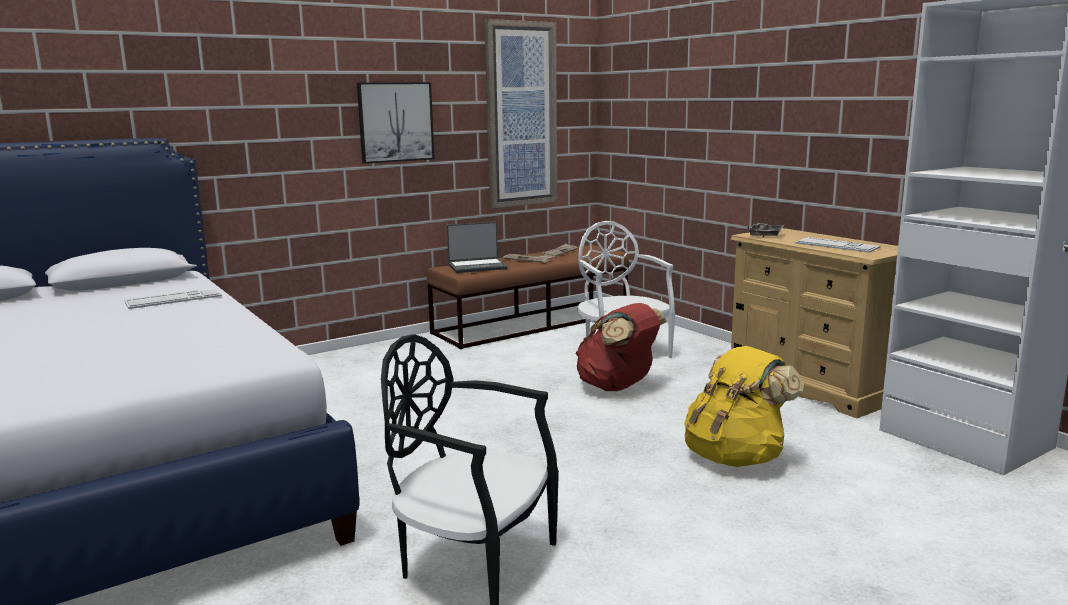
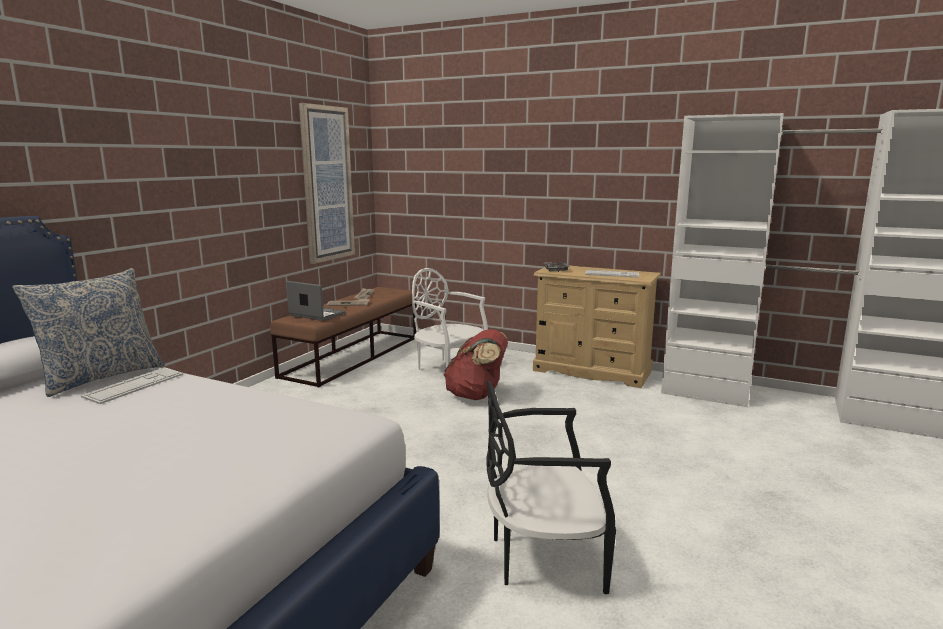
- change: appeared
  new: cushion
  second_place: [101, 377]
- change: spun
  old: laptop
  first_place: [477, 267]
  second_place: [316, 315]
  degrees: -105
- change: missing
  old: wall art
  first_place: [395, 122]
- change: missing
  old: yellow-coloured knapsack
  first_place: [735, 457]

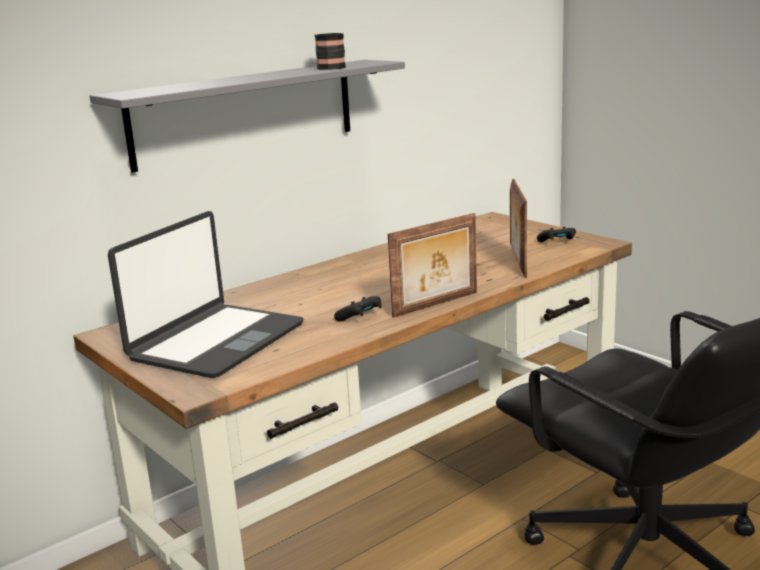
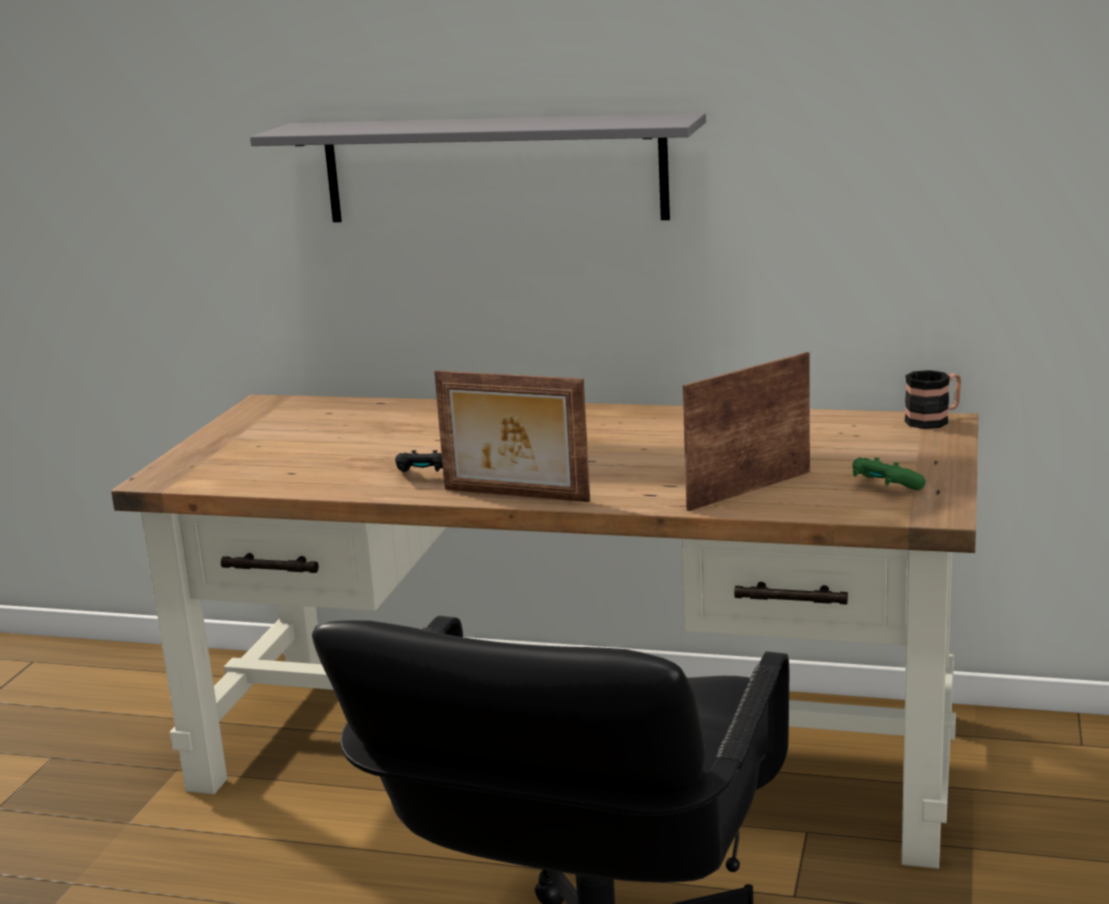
- change: colour
  old: blackish game controller
  new: green-coloured game controller
  first_place: [558, 242]
  second_place: [884, 487]
- change: relocated
  old: tea mug
  first_place: [332, 67]
  second_place: [934, 420]
- change: missing
  old: laptop
  first_place: [216, 342]

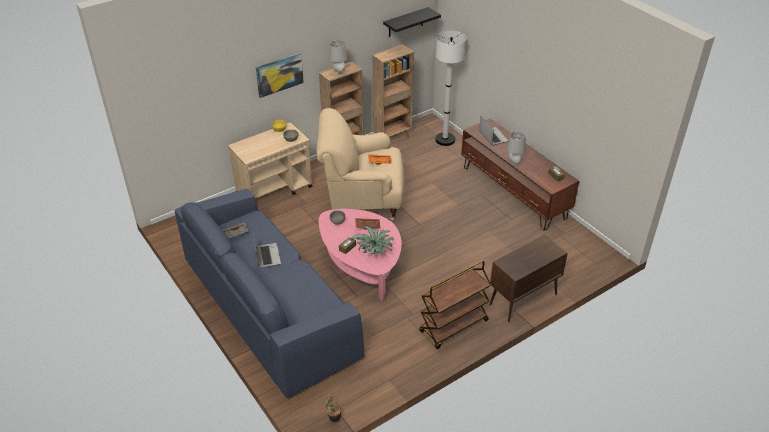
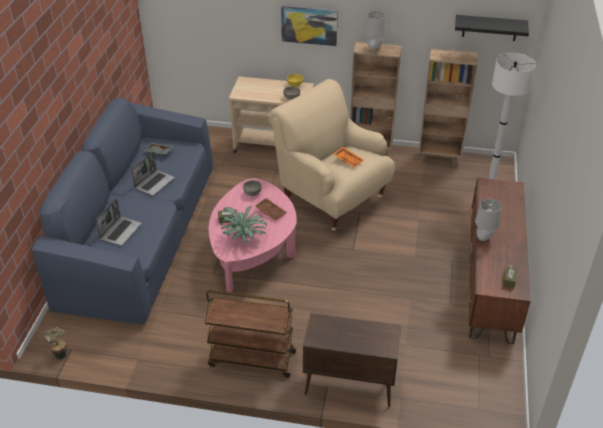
- change: relocated
  old: laptop
  first_place: [492, 137]
  second_place: [120, 231]

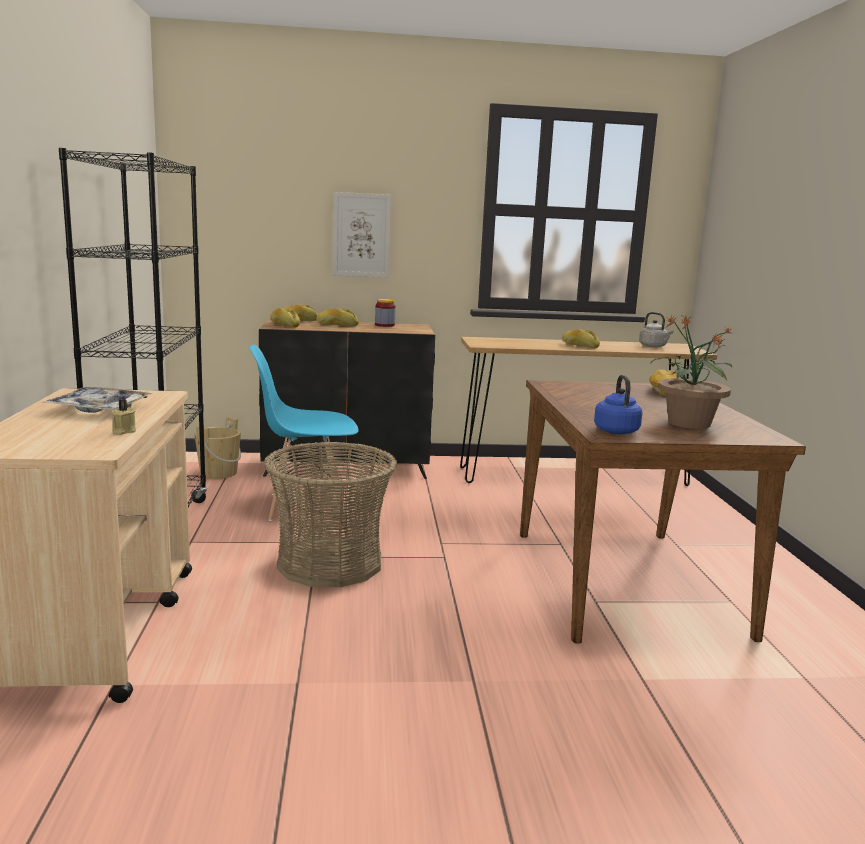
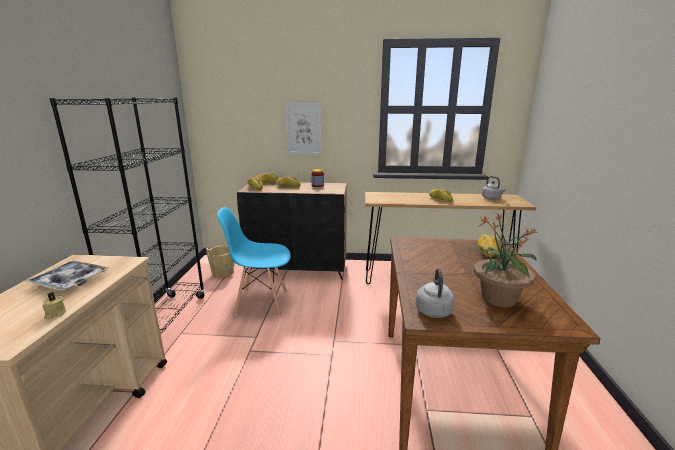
- change: colour
  old: bluish water kettle
  new: gray water kettle
  first_place: [615, 430]
  second_place: [433, 310]
- change: missing
  old: storage basket
  first_place: [329, 563]

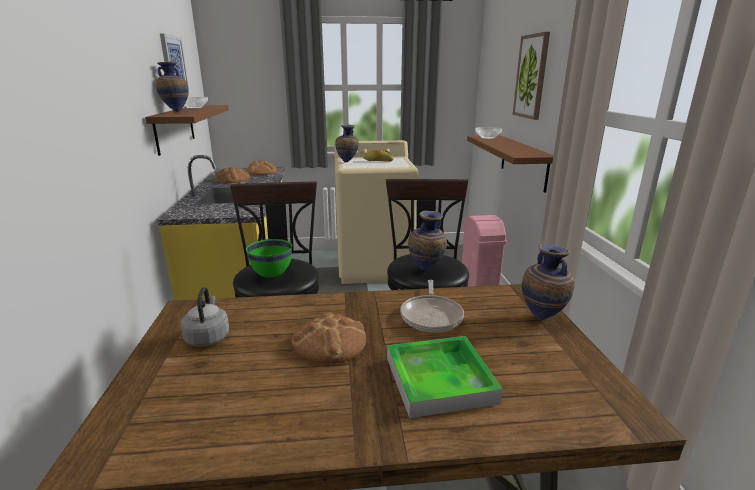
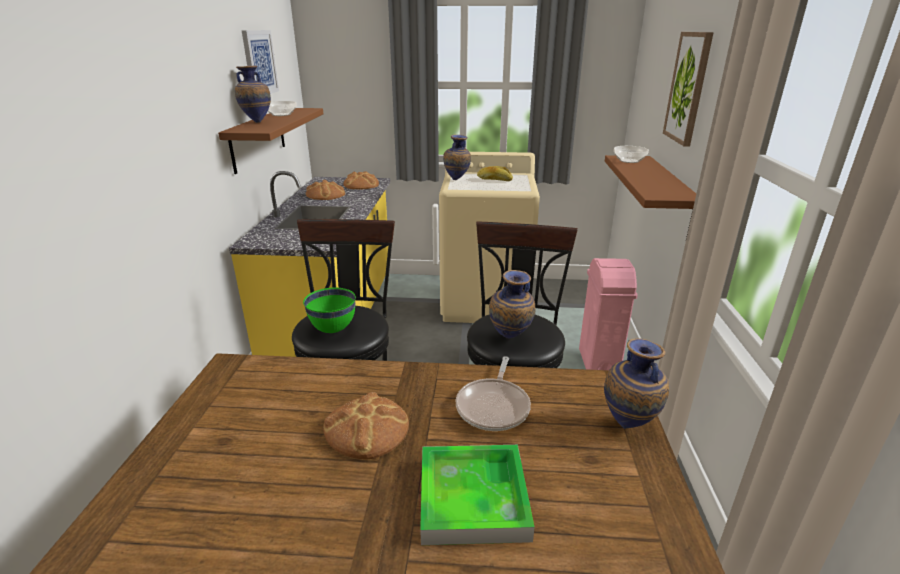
- change: missing
  old: gray water kettle
  first_place: [208, 337]

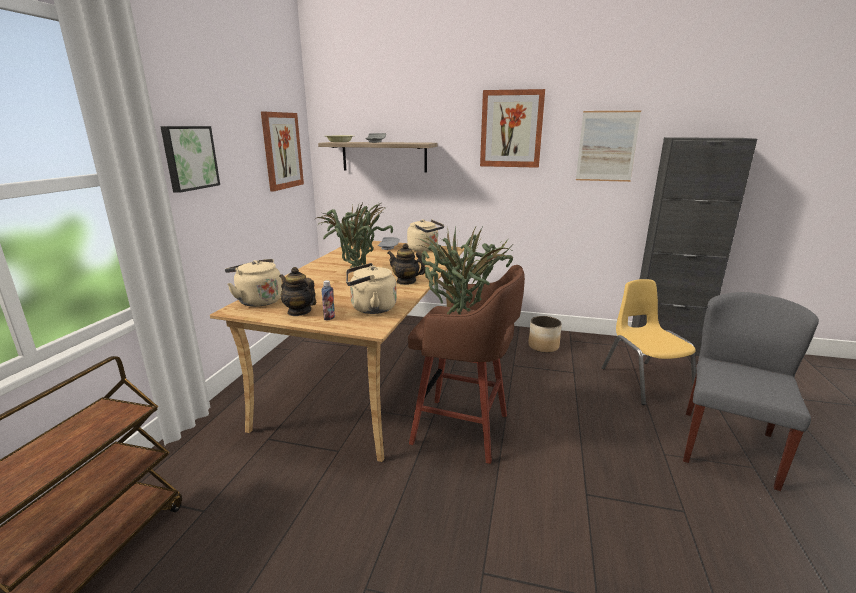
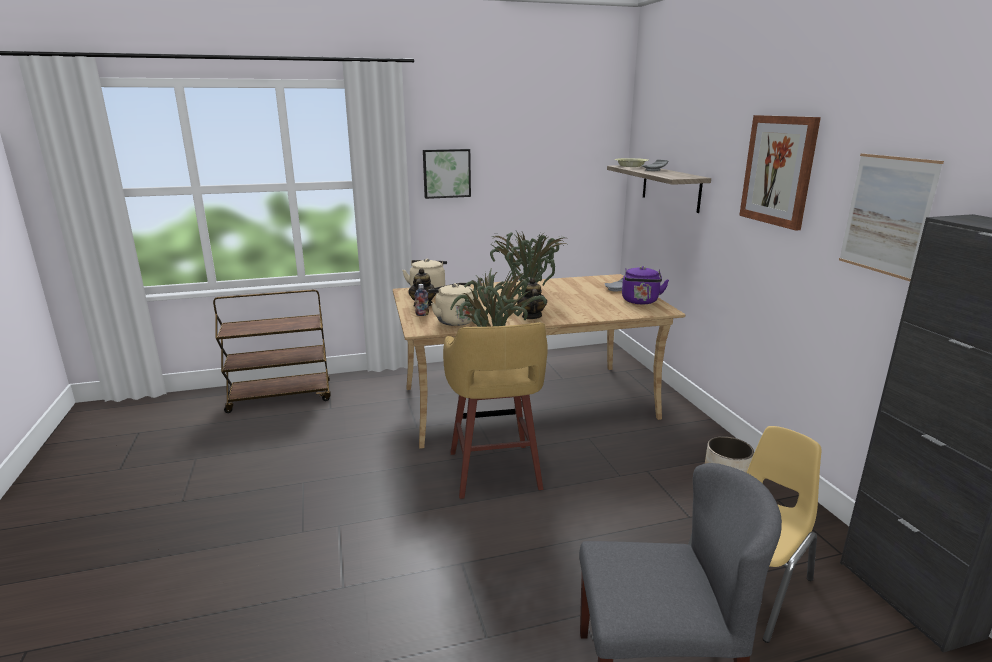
- change: colour
  old: brown-coloured sitting stool
  new: yellow-coloured sitting stool
  first_place: [464, 430]
  second_place: [494, 472]
- change: colour
  old: beige water kettle
  new: purple water kettle
  first_place: [425, 249]
  second_place: [640, 301]
- change: missing
  old: wall art
  first_place: [282, 150]

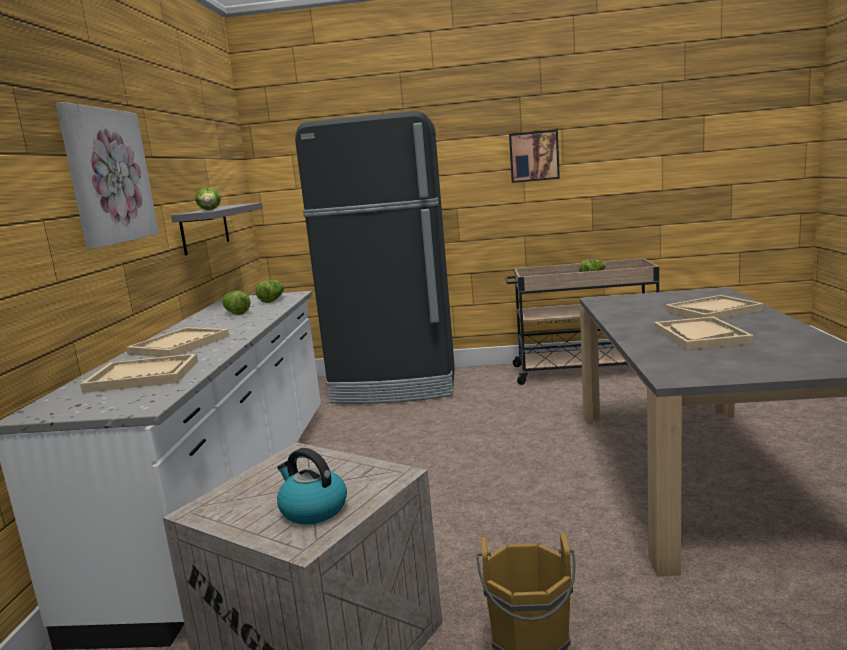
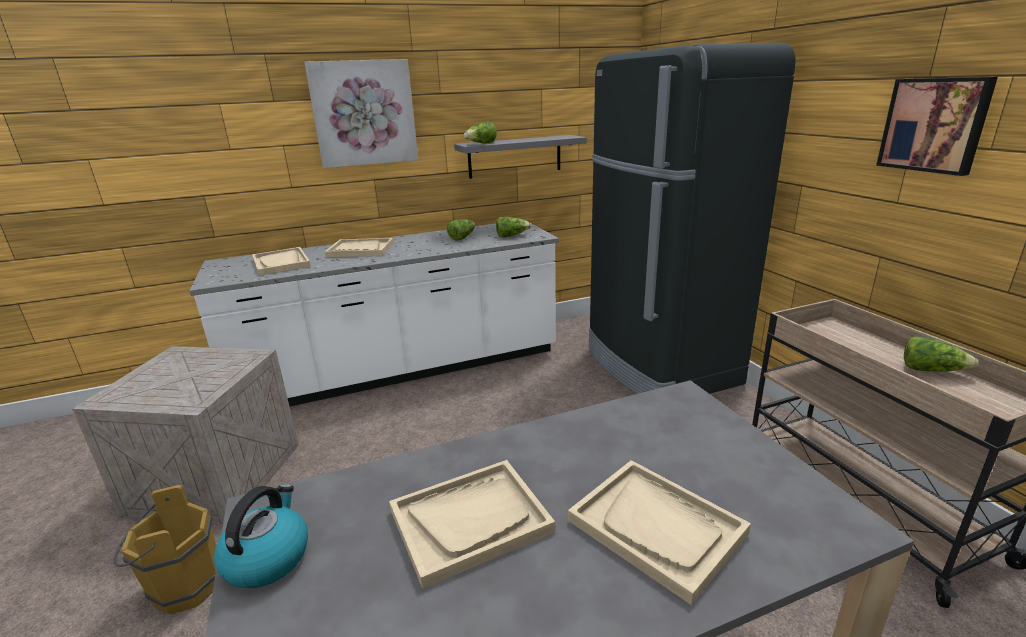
- change: relocated
  old: water kettle
  first_place: [312, 510]
  second_place: [267, 557]

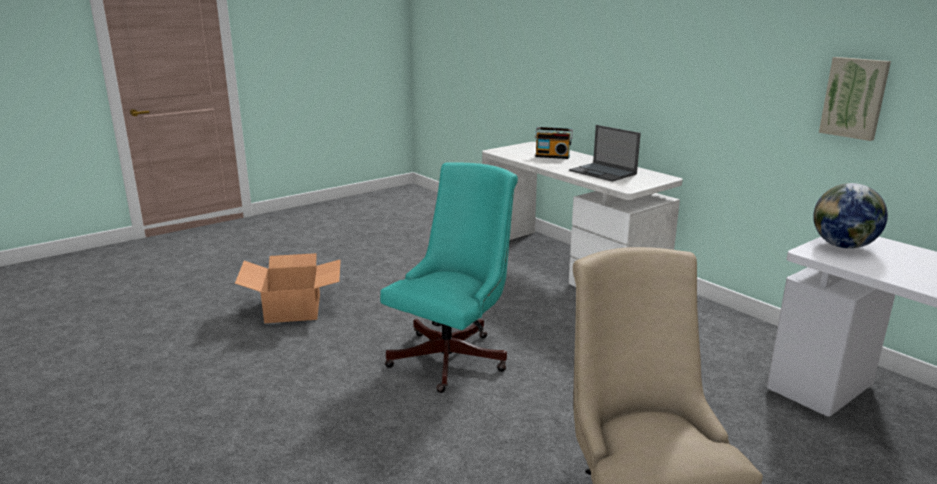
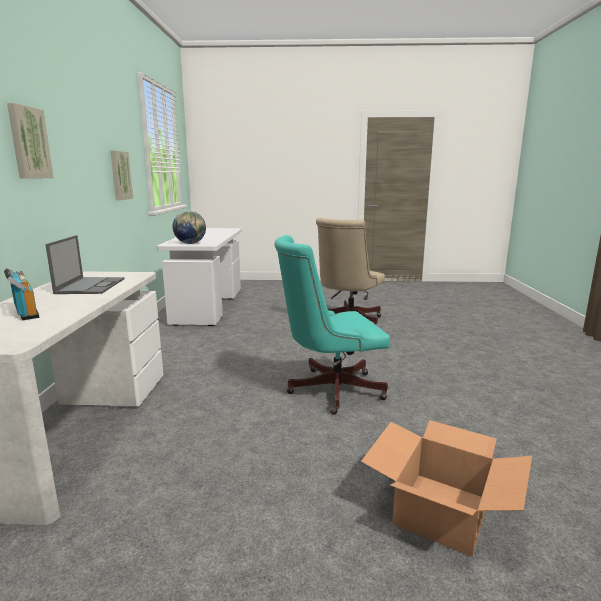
- change: appeared
  new: wall art
  second_place: [28, 143]

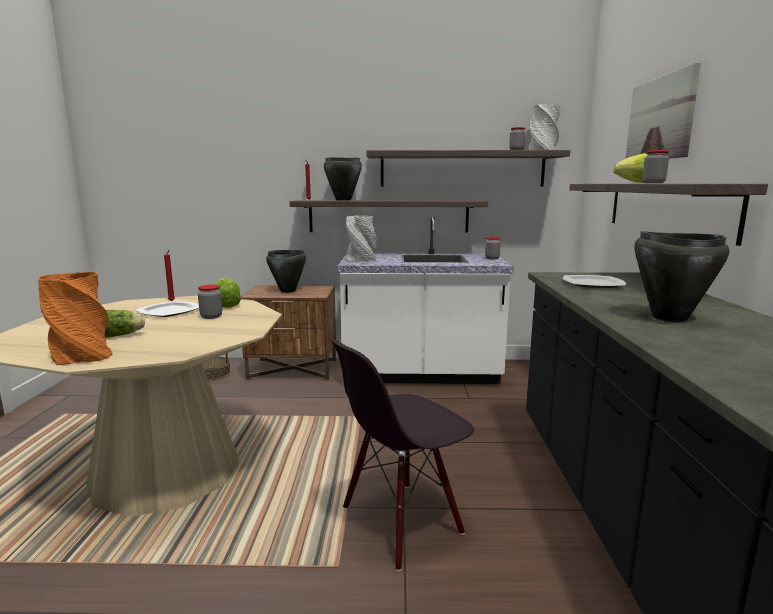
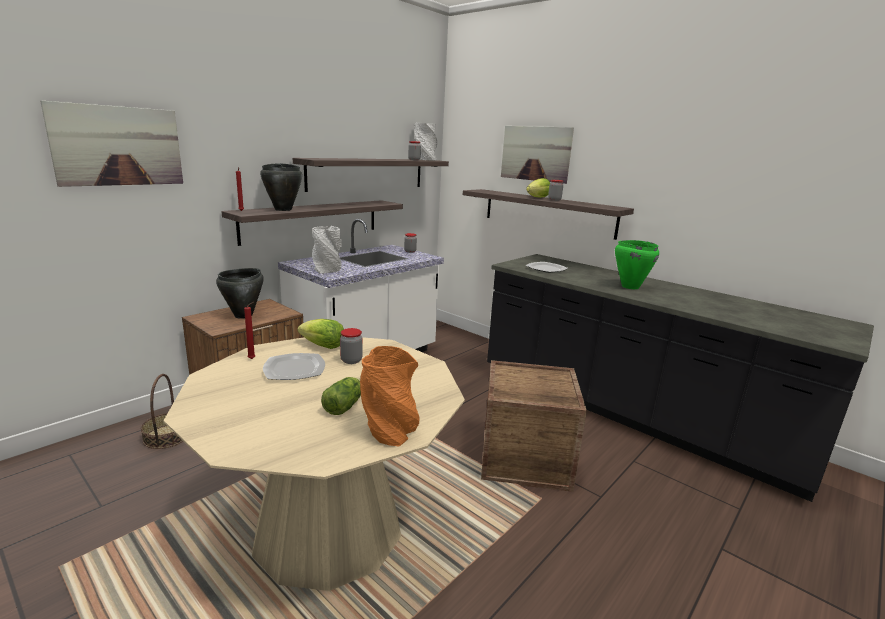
- change: appeared
  new: wall art
  second_place: [118, 146]
- change: exchanged
  old: blackish chair
  new: crate
  first_place: [401, 522]
  second_place: [525, 458]
- change: colour
  old: blackish saucepot
  new: green-coloured saucepot
  first_place: [668, 318]
  second_place: [629, 287]

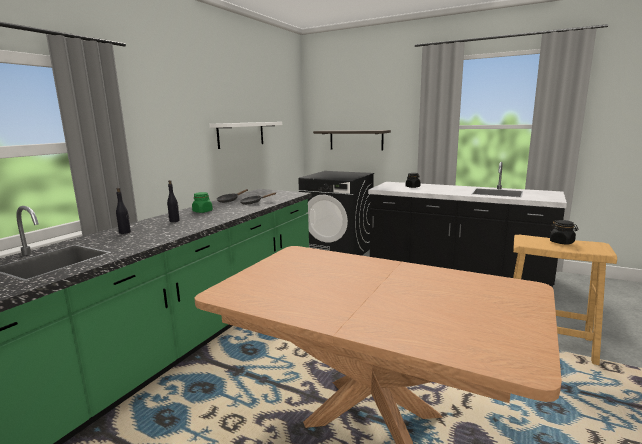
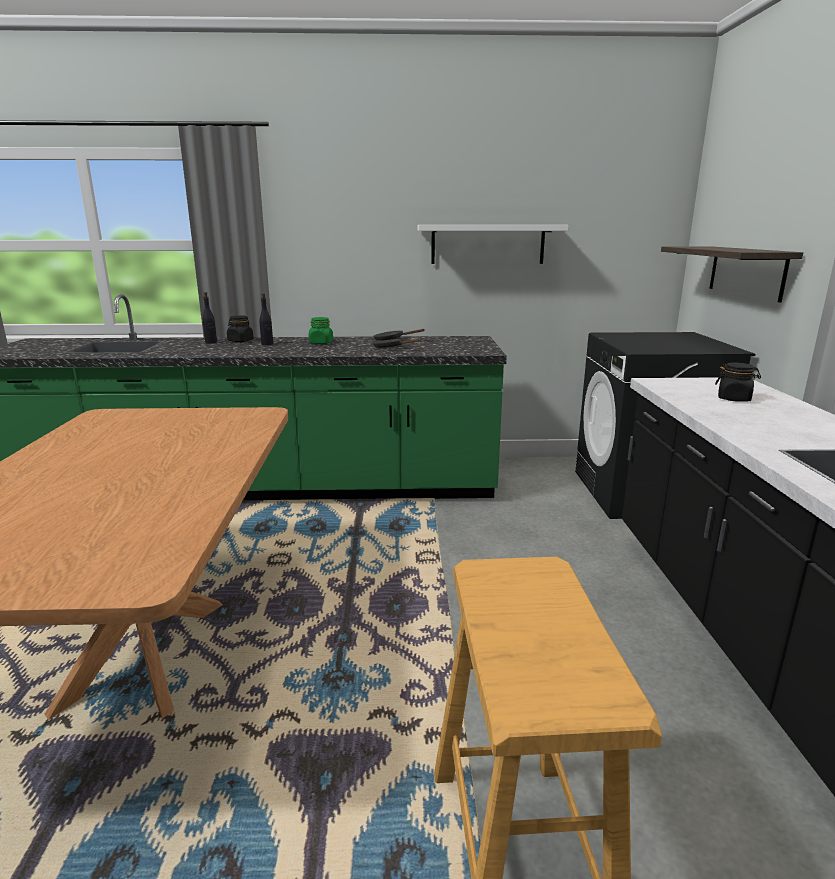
- change: relocated
  old: blackish storage jar
  first_place: [562, 242]
  second_place: [240, 341]

